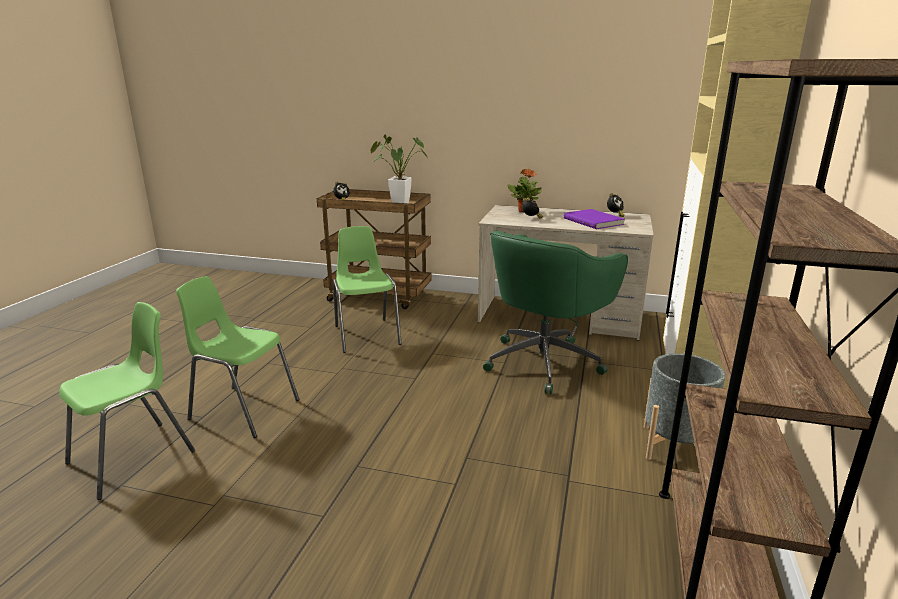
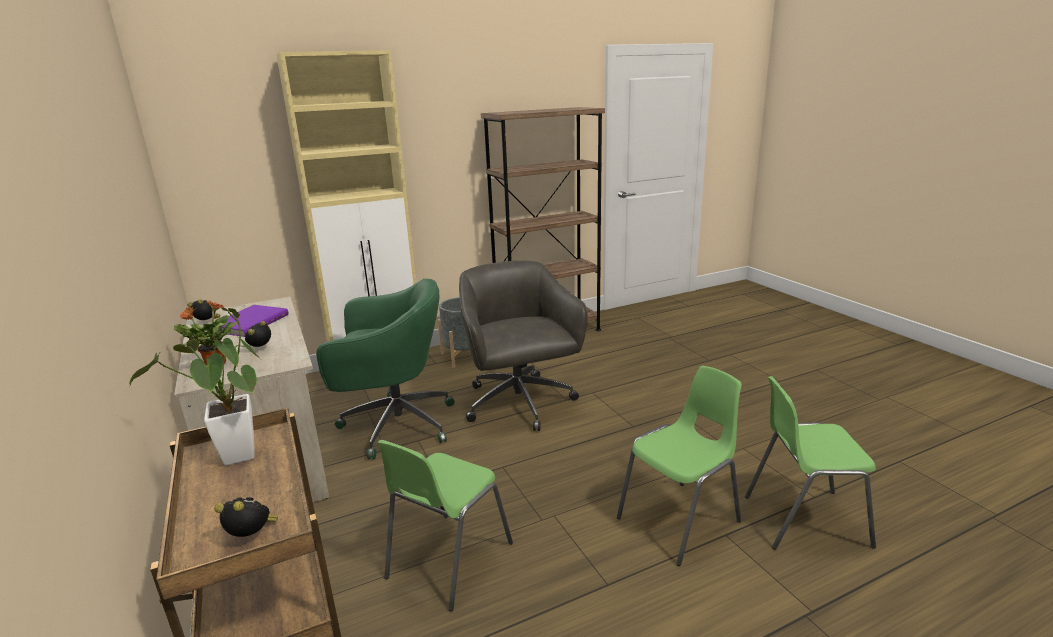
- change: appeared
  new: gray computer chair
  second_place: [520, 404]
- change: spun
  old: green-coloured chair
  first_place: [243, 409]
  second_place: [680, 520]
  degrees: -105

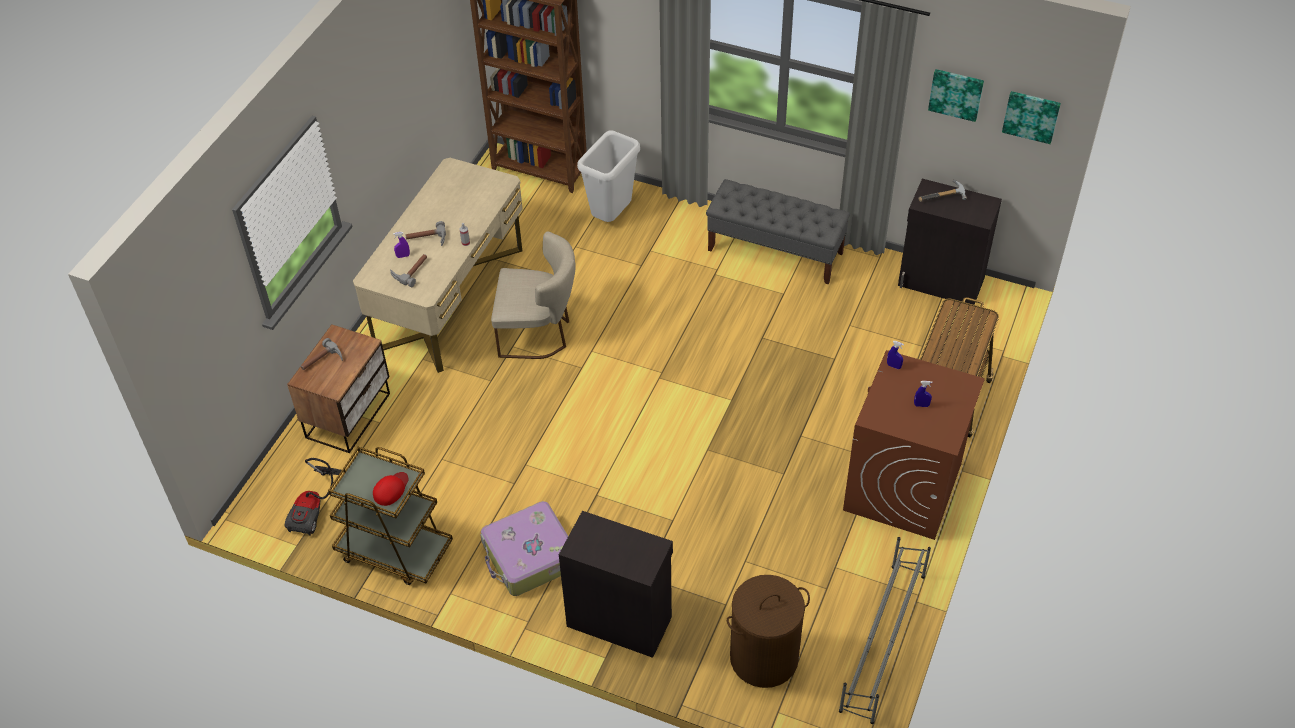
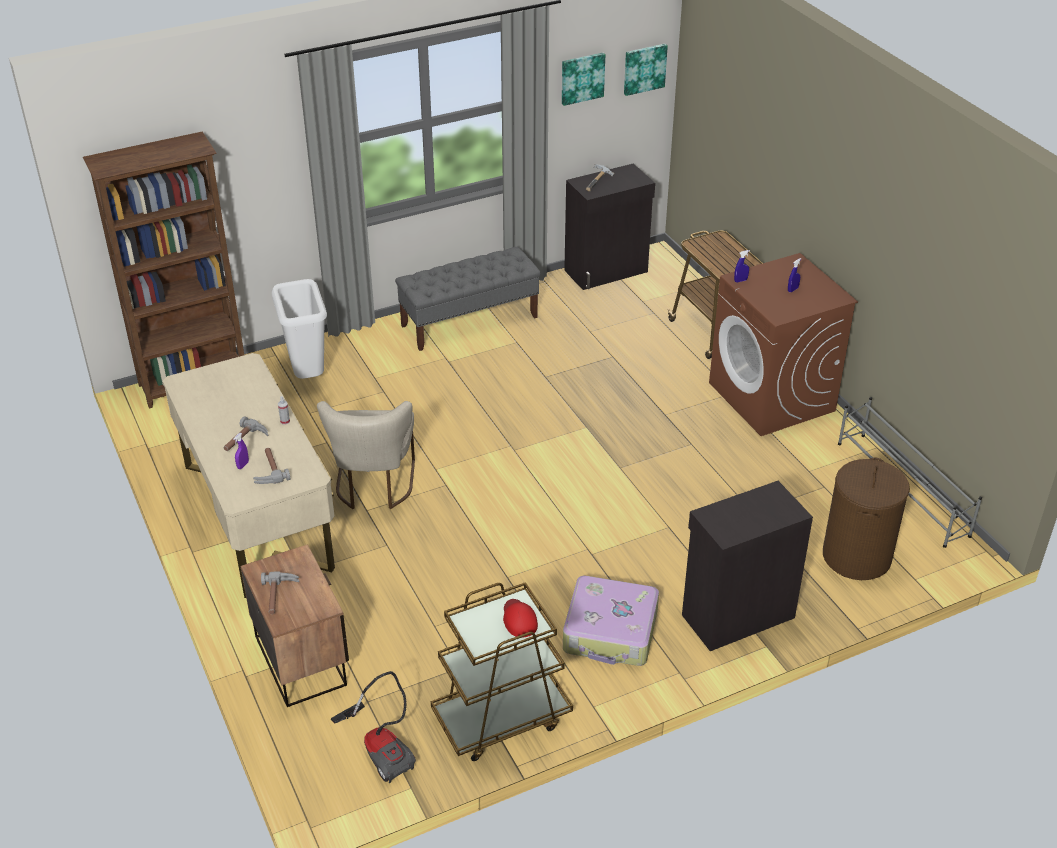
- change: spun
  old: beige chair
  first_place: [538, 333]
  second_place: [374, 487]
  degrees: 135

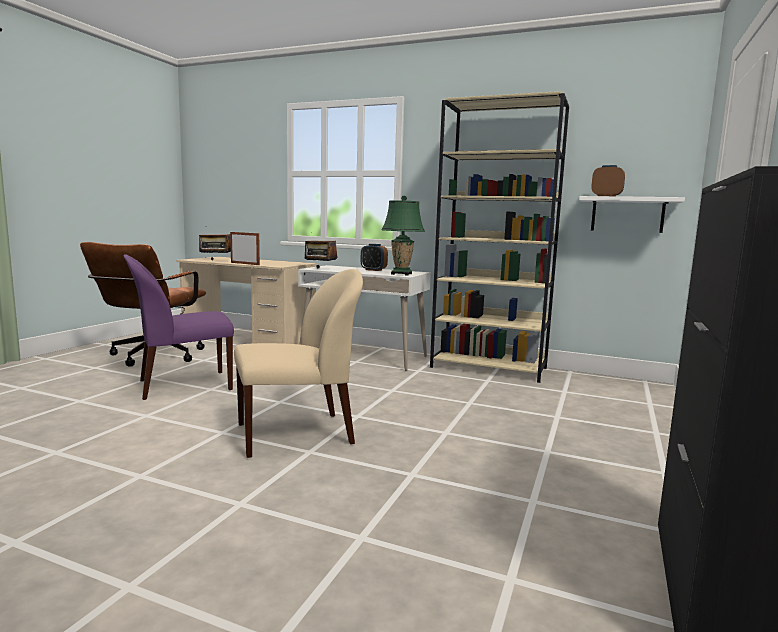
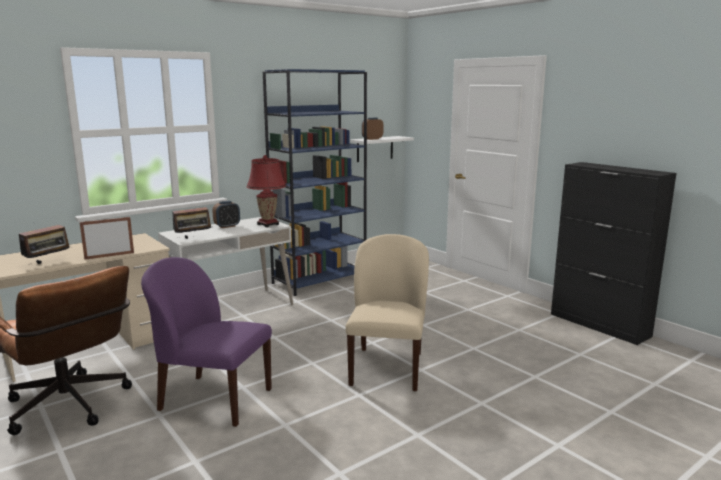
- change: spun
  old: purple chair
  first_place: [183, 385]
  second_place: [213, 399]
  degrees: 105
- change: colour
  old: green-coloured table lamp
  new: red-coloured table lamp
  first_place: [401, 274]
  second_place: [268, 224]
- change: colour
  old: beige bookcase
  new: bluish bookcase
  first_place: [489, 368]
  second_place: [320, 280]

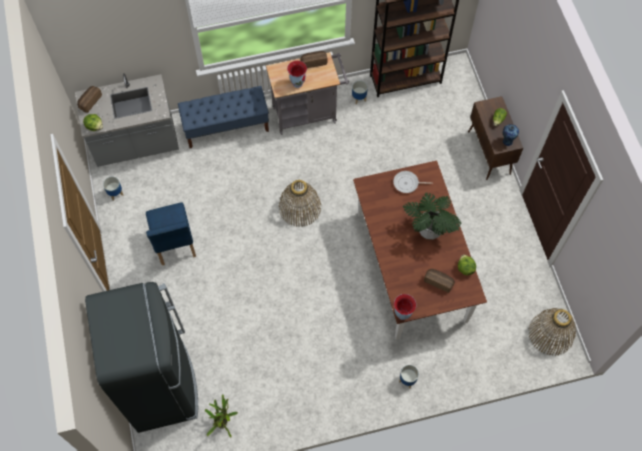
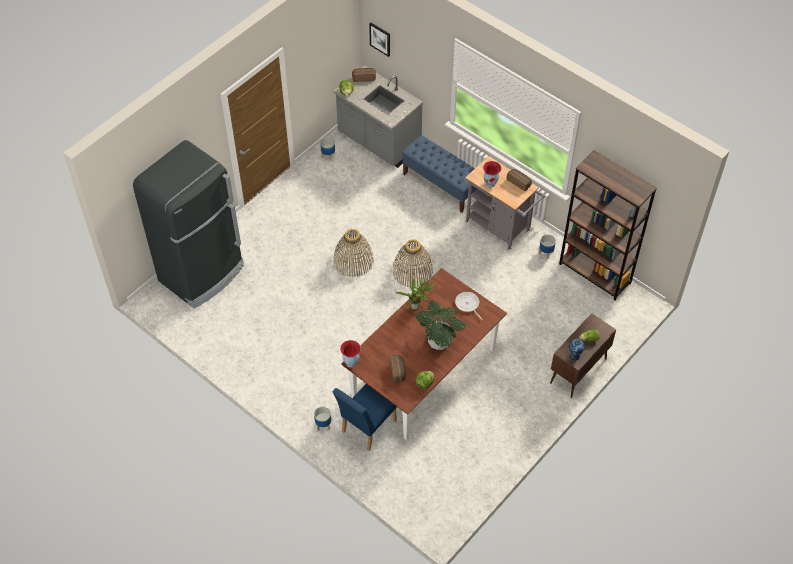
- change: relocated
  old: bluish chair
  first_place: [175, 246]
  second_place: [366, 429]
- change: relocated
  old: storage basket
  first_place: [551, 333]
  second_place: [353, 260]
- change: appeared
  new: wall art
  second_place: [380, 39]
- change: relocated
  old: plant in a pot
  first_place: [222, 422]
  second_place: [416, 306]

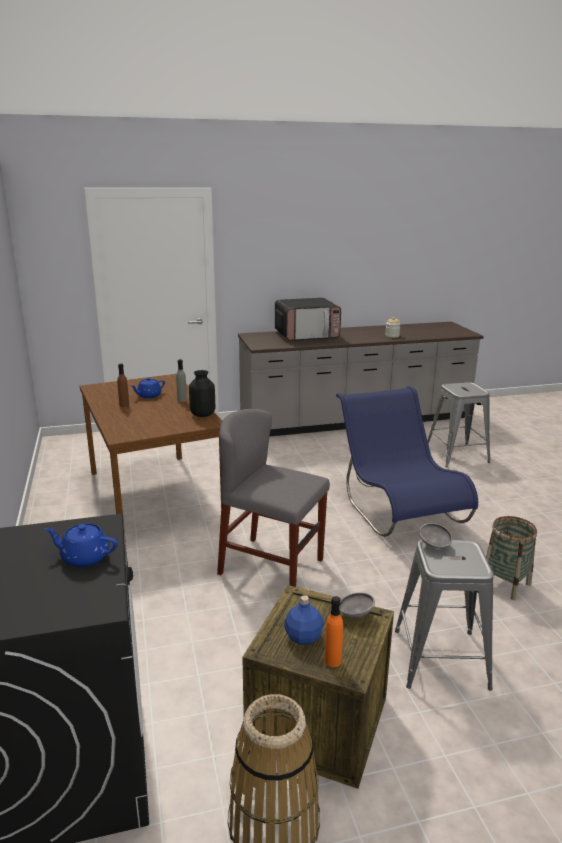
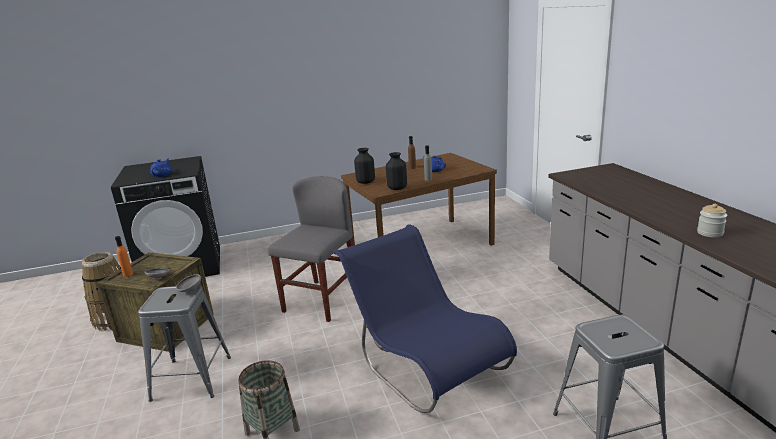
- change: spun
  old: bluish chair
  first_place: [397, 507]
  second_place: [424, 364]
  degrees: -105
- change: appeared
  new: blackish decorative vase
  second_place: [366, 182]
- change: missing
  old: microwave
  first_place: [307, 335]
- change: missing
  old: bluish bottle
  first_place: [304, 637]

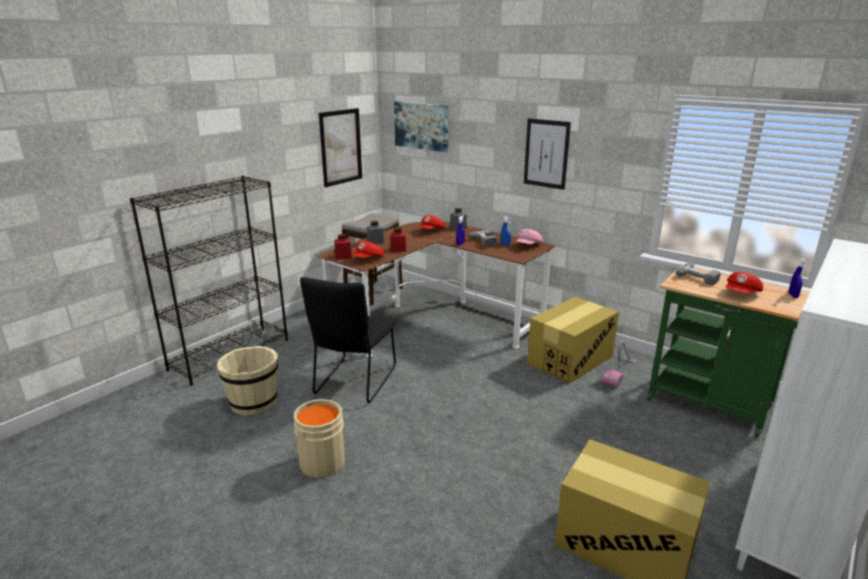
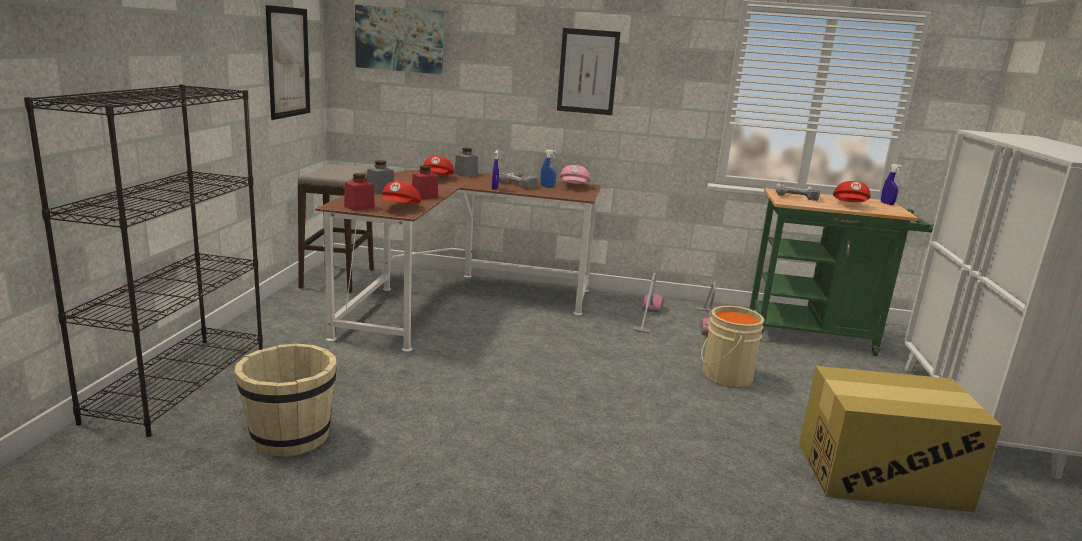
- change: exchanged
  old: carton
  new: vacuum
  first_place: [570, 360]
  second_place: [647, 318]
- change: relocated
  old: beige water bucket
  first_place: [320, 461]
  second_place: [724, 376]
- change: missing
  old: blackish chair
  first_place: [354, 383]

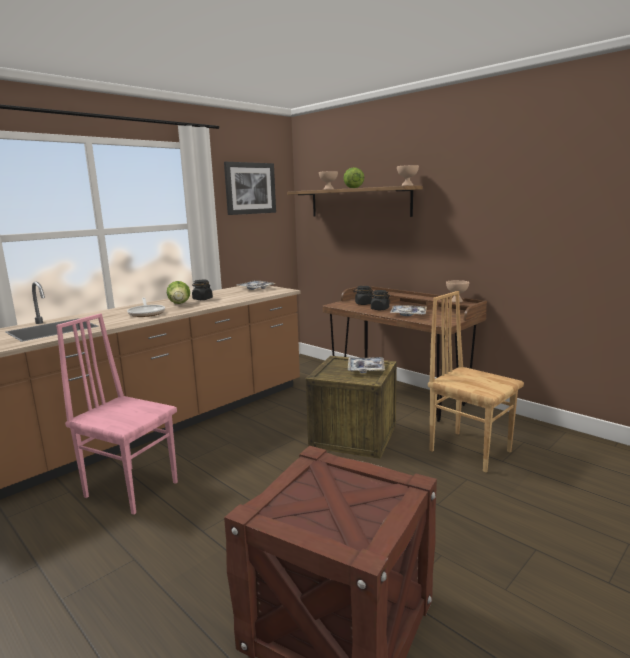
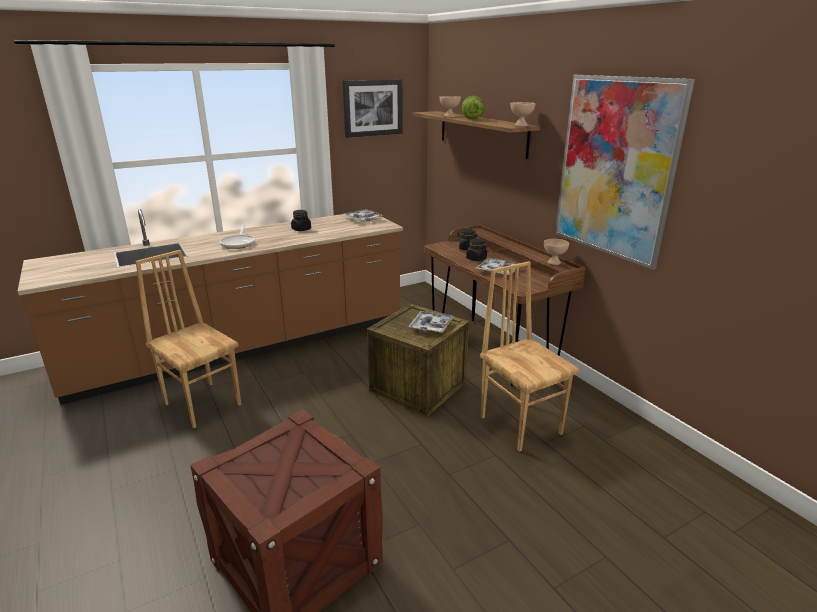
- change: colour
  old: pink chair
  new: brown-coloured chair
  first_place: [132, 488]
  second_place: [203, 403]
- change: appeared
  new: wall art
  second_place: [615, 168]
- change: missing
  old: lettuce head
  first_place: [179, 303]

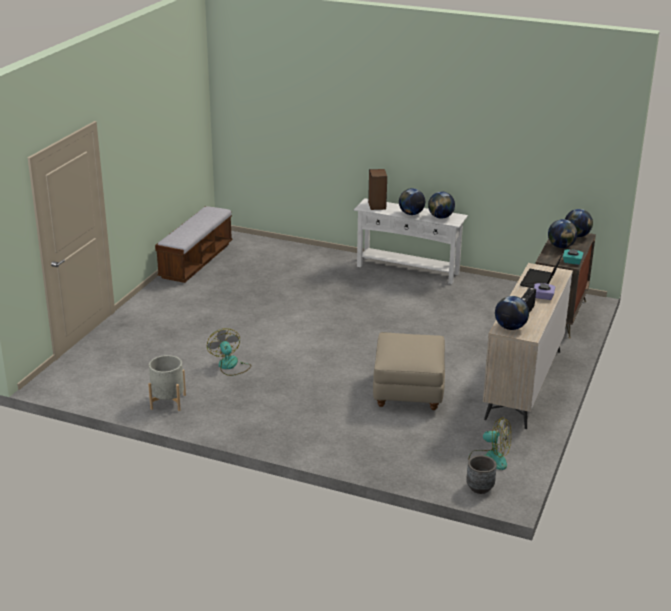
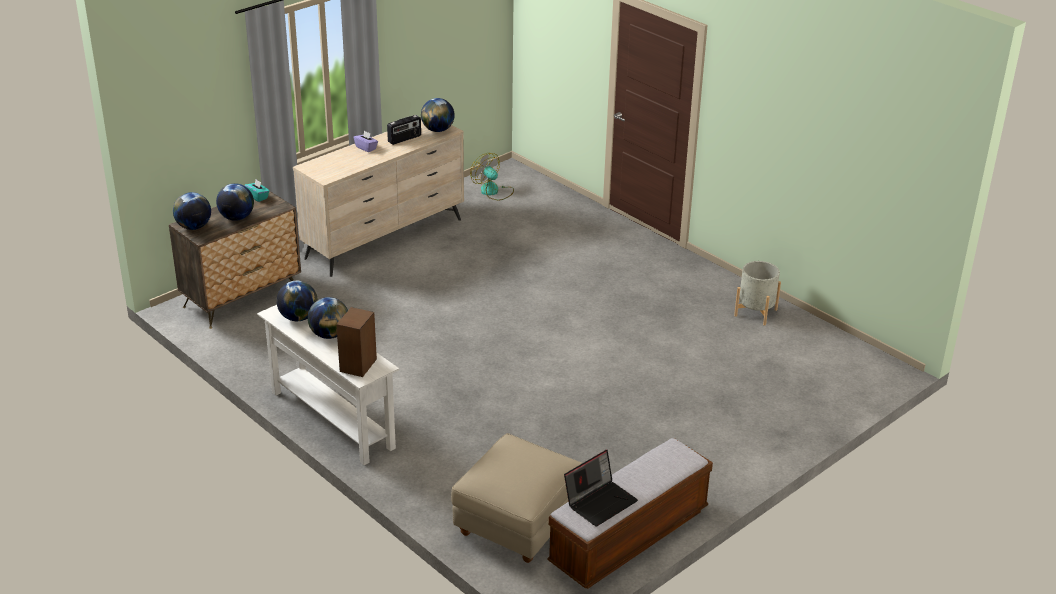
- change: relocated
  old: beige pouffe
  first_place: [408, 391]
  second_place: [517, 525]
- change: relocated
  old: laptop
  first_place: [540, 281]
  second_place: [600, 501]
- change: missing
  old: electric fan
  first_place: [230, 366]
- change: missing
  old: gray plant pot
  first_place: [480, 488]

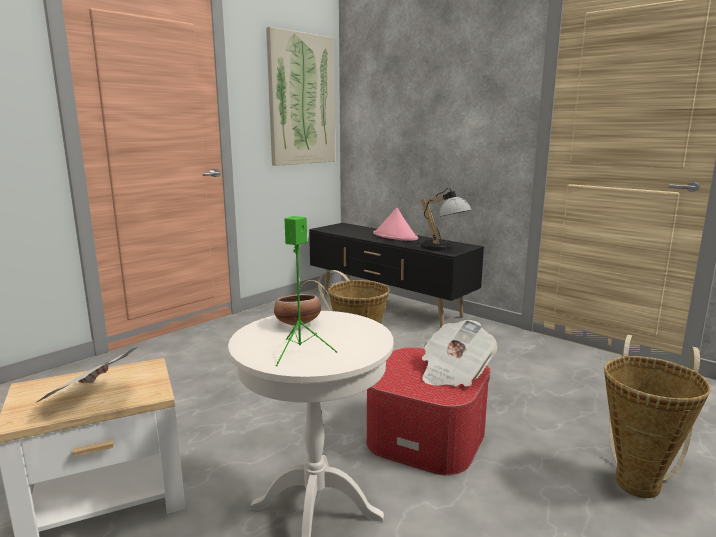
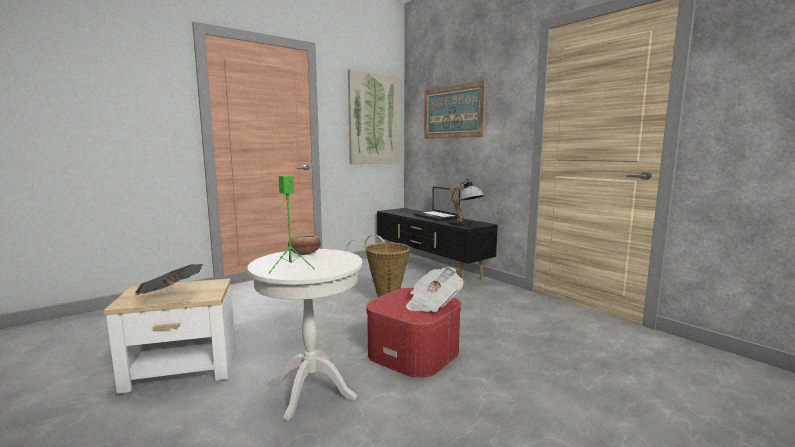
- change: exchanged
  old: pink hat
  new: laptop
  first_place: [395, 236]
  second_place: [435, 216]
- change: appeared
  new: wall art
  second_place: [453, 112]
- change: missing
  old: storage basket
  first_place: [639, 479]

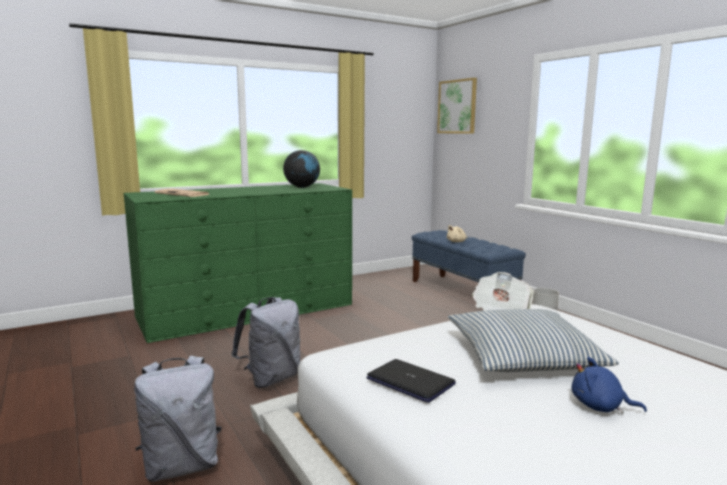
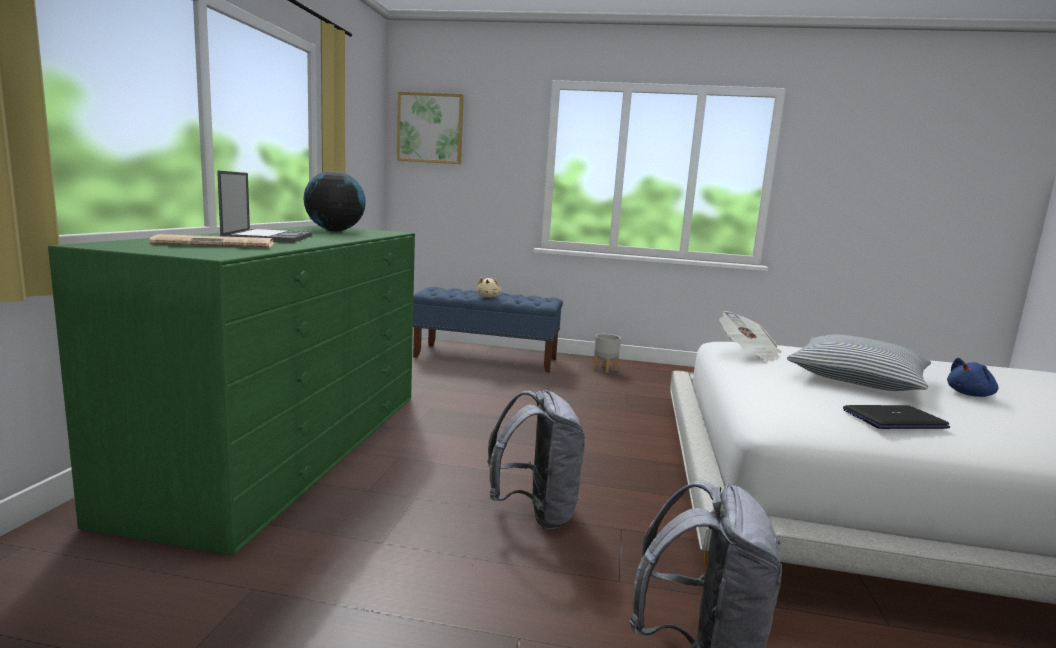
- change: appeared
  new: laptop
  second_place: [269, 237]

